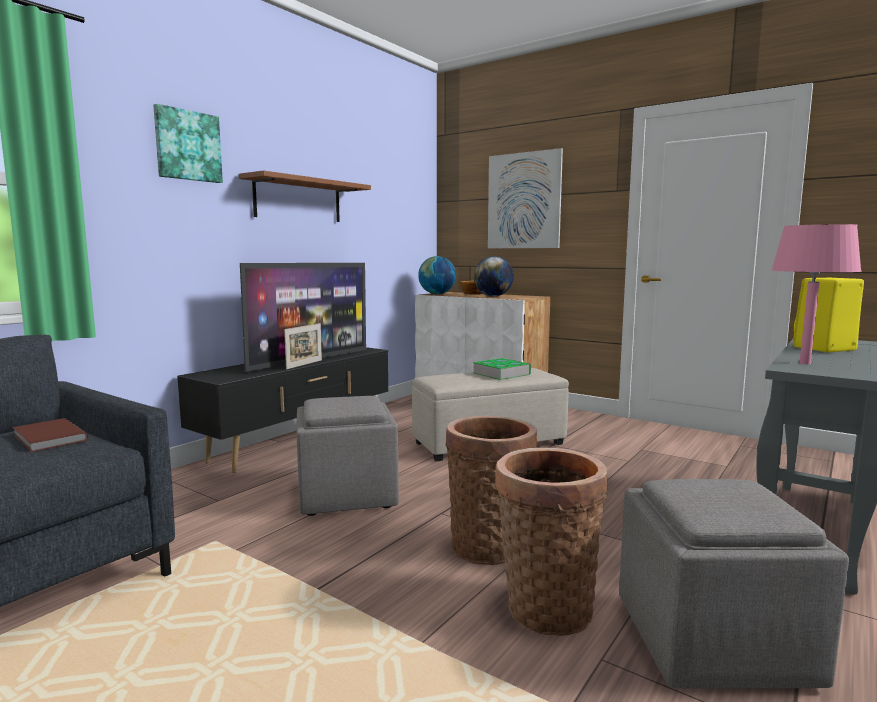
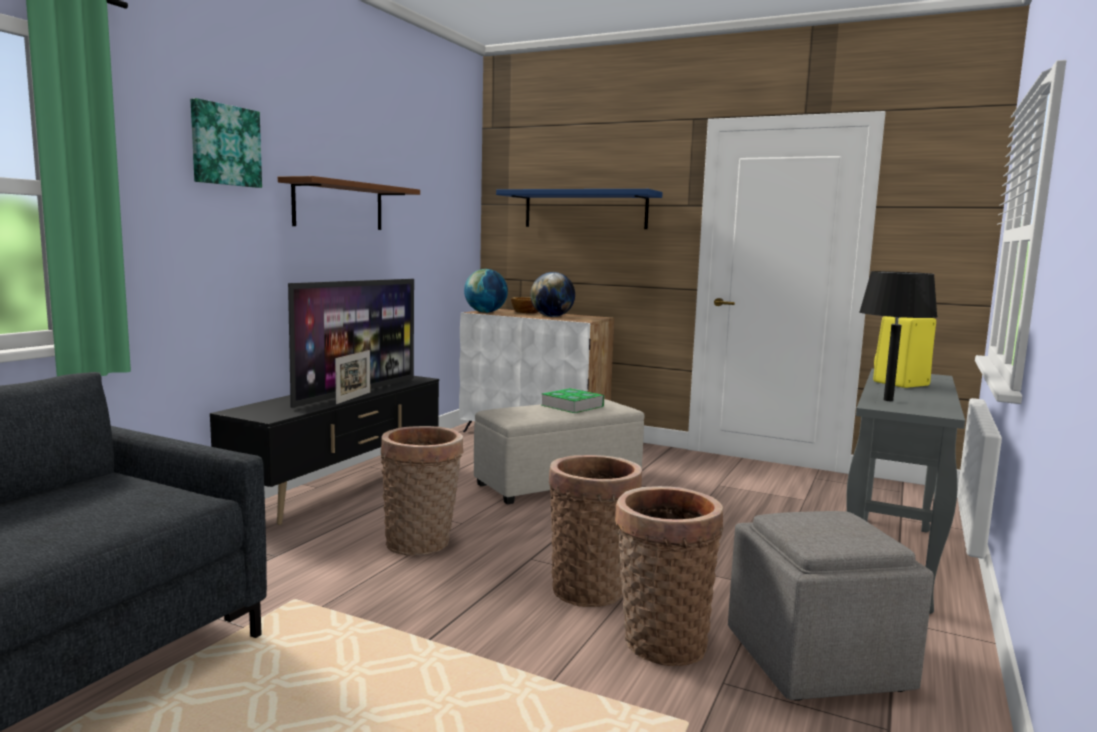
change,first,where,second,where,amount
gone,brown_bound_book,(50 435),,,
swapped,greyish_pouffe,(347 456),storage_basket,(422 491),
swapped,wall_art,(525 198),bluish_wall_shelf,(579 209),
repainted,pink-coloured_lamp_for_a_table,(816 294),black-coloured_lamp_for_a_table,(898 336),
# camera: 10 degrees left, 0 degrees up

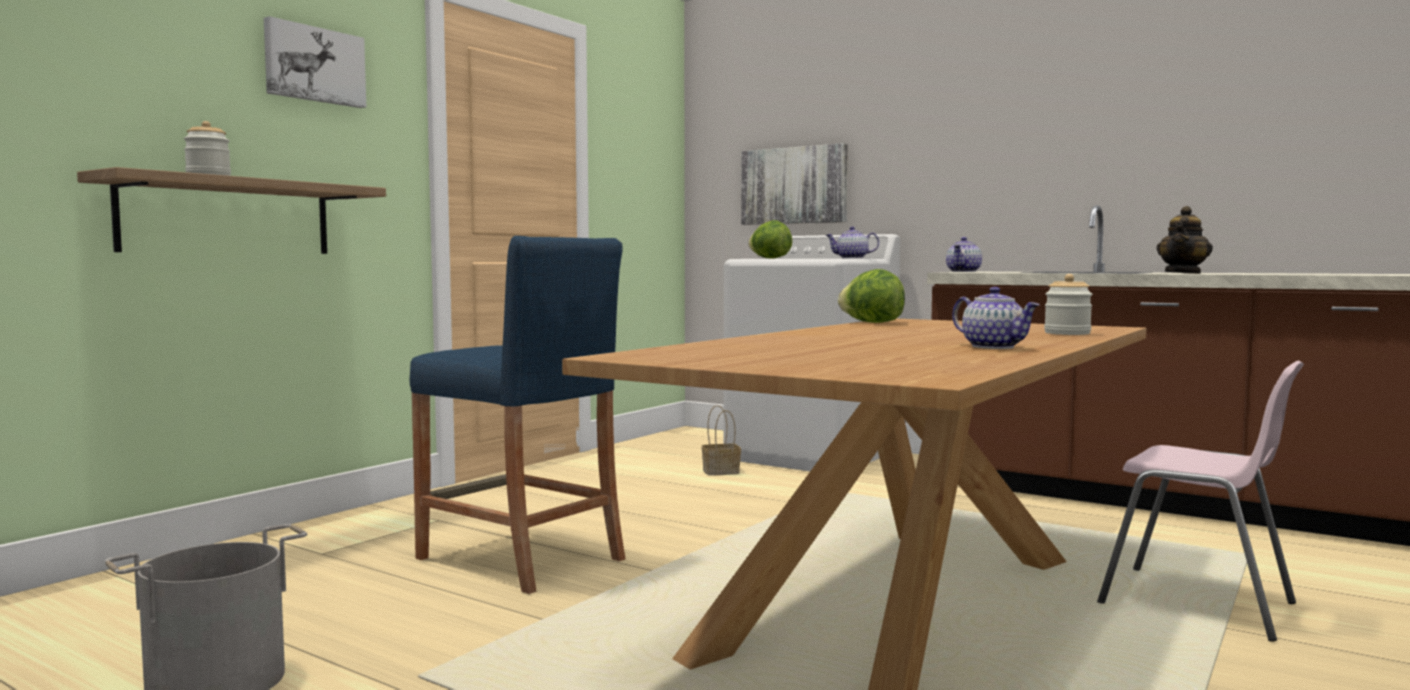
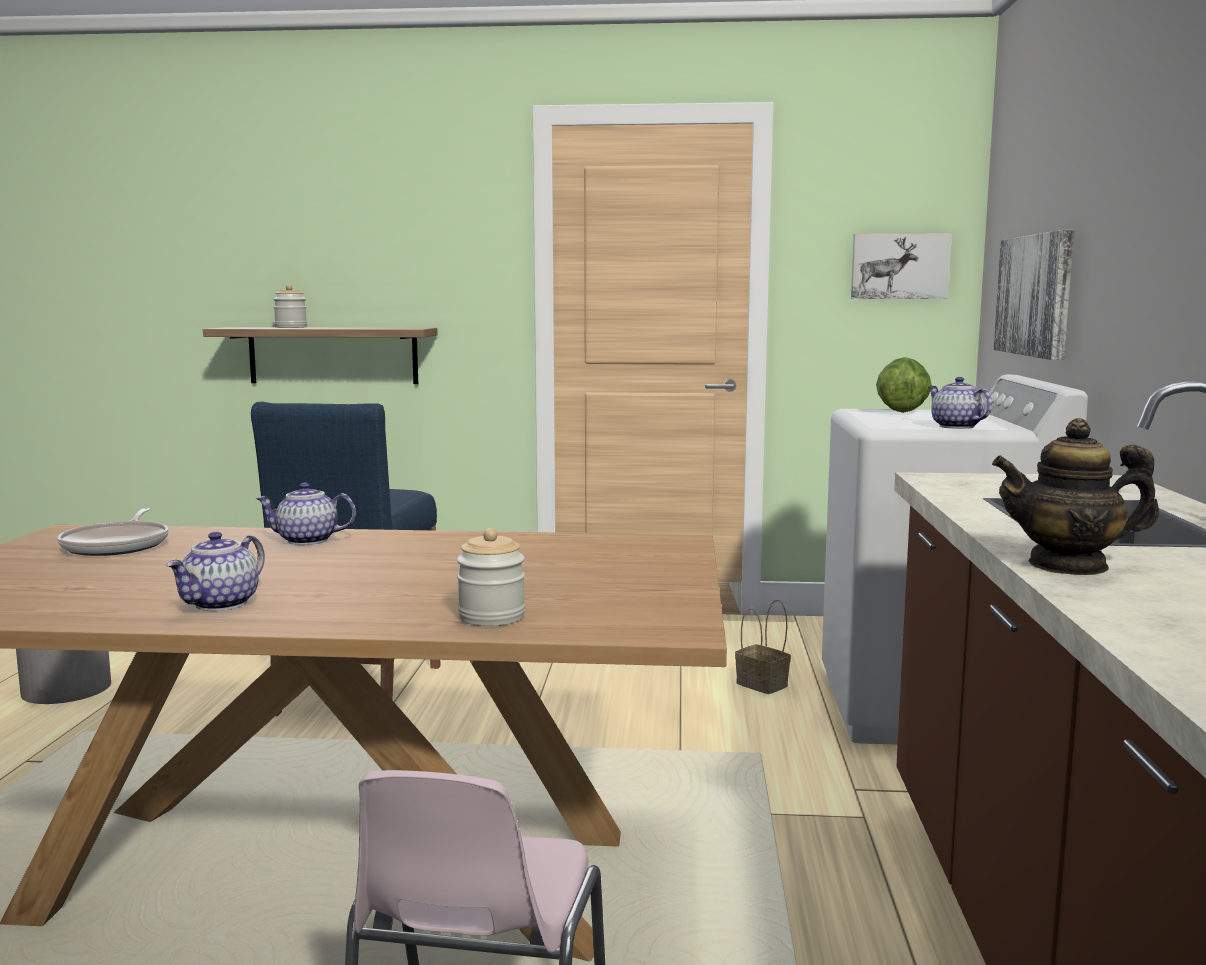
change,first,where,second,where,amount
shifted,wall_art,(315 62),,(901 266),
gone,head_of_lettuce,(871 296),,,
shifted,tea_pot,(964 254),,(306 514),
new,,,pan,(112 532),
# camera: 60 degrees right, 5 degrees up

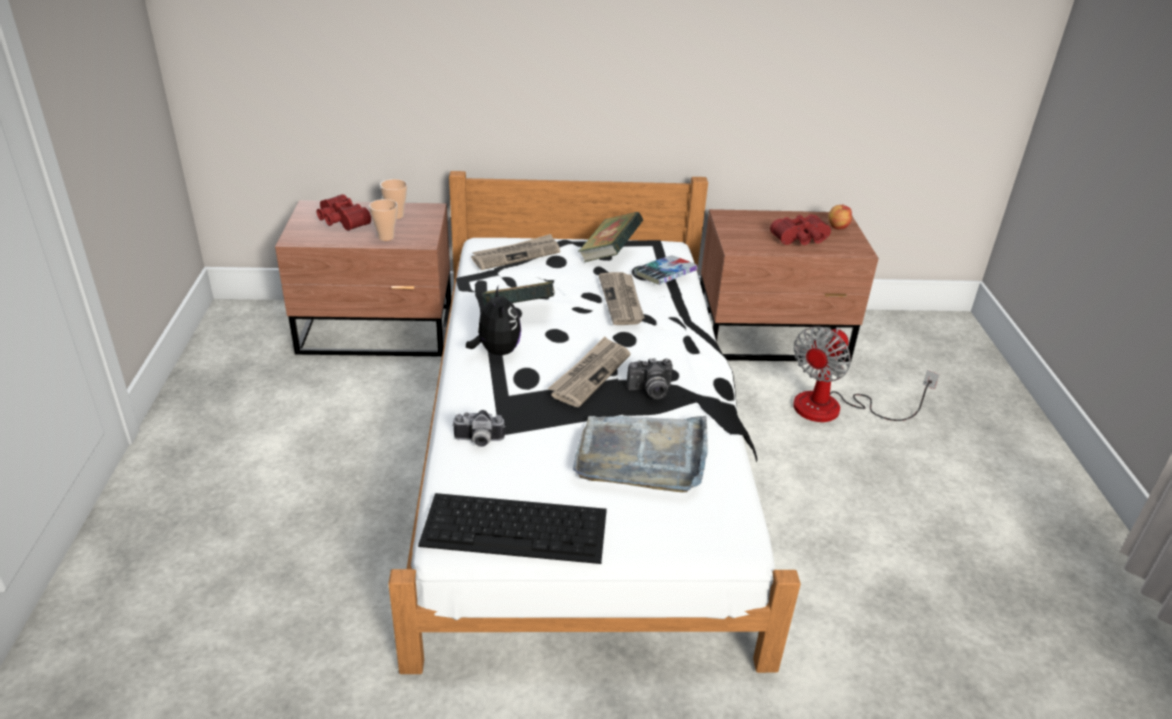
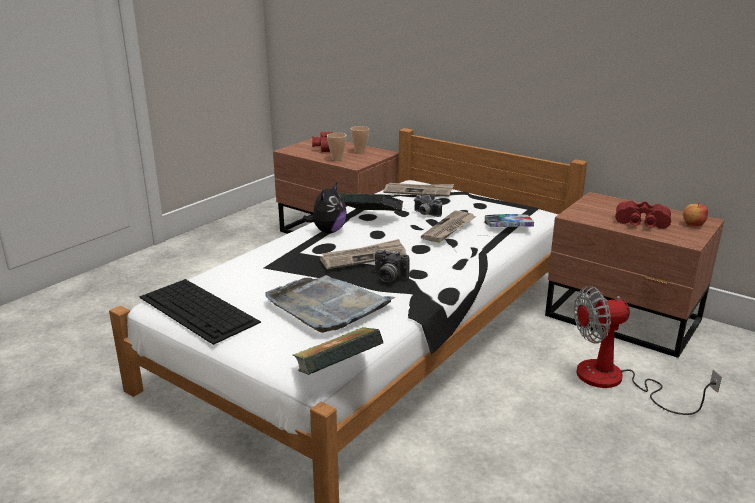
change,first,where,second,where,amount
shifted,still_camera,(478 428),,(428 206),
shifted,bound_book,(610 237),,(338 351),
# camera: 40 degrees right, 10 degrees down

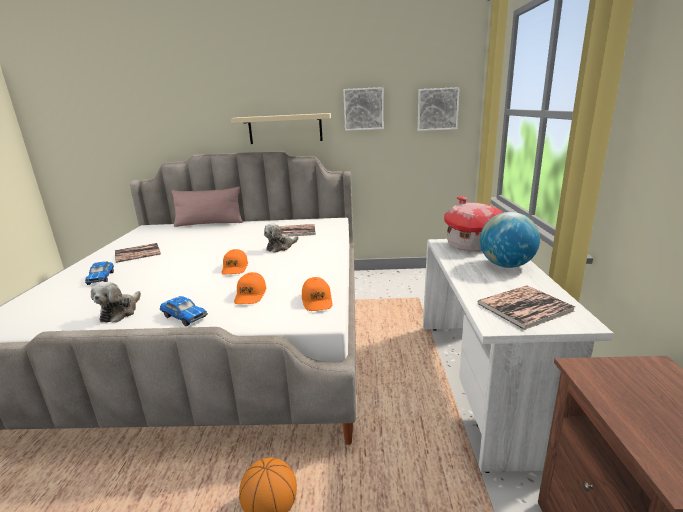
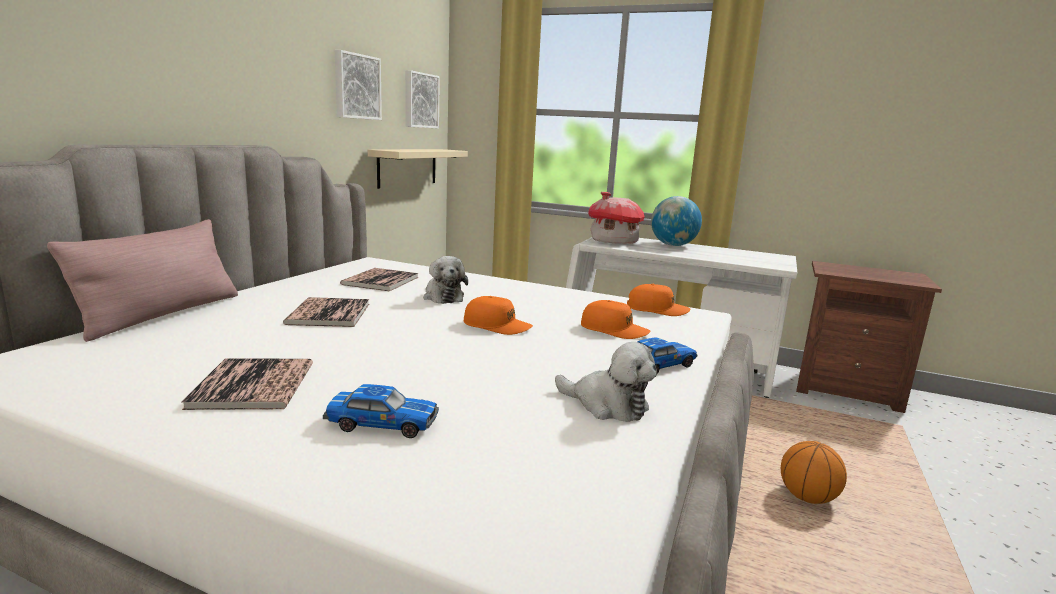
change,first,where,second,where,amount
shifted,beige_wall_shelf,(281 128),,(418 169),
shifted,bound_book,(526 307),,(326 312),
# camera: 70 degrees left, 5 degrees down

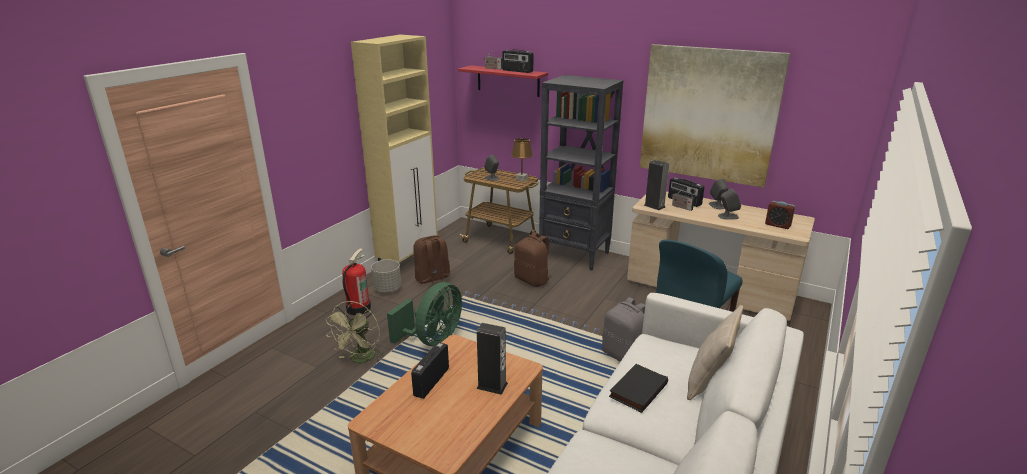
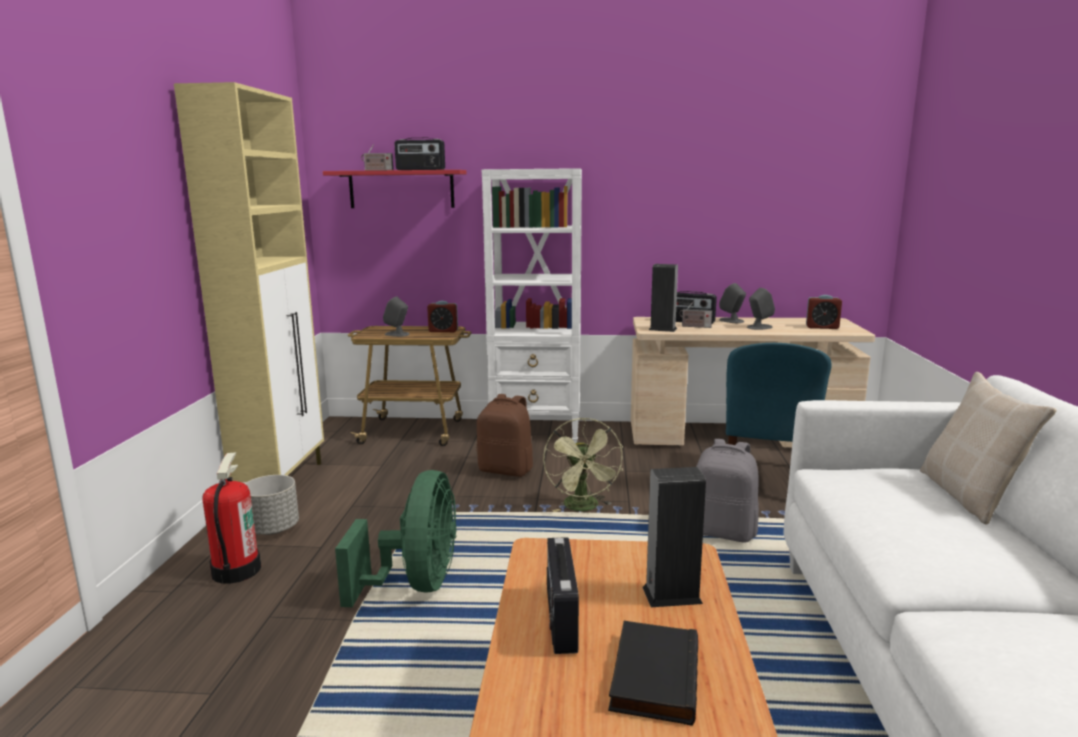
change,first,where,second,where,amount
shifted,green_electric_fan,(354 332),,(583 465),
gone,brown_backpack,(432 260),,,
swapped,brown_lamp_for_a_table,(522 160),alarm_clock,(442 316),
repainted,black-coloured_bookcase,(581 173),white-coloured_bookcase,(532 305),
shifted,black-coloured_bound_book,(638 388),,(653 673),
gone,wall_art,(715 116),,,
# camera: 25 degrees left, 10 degrees down

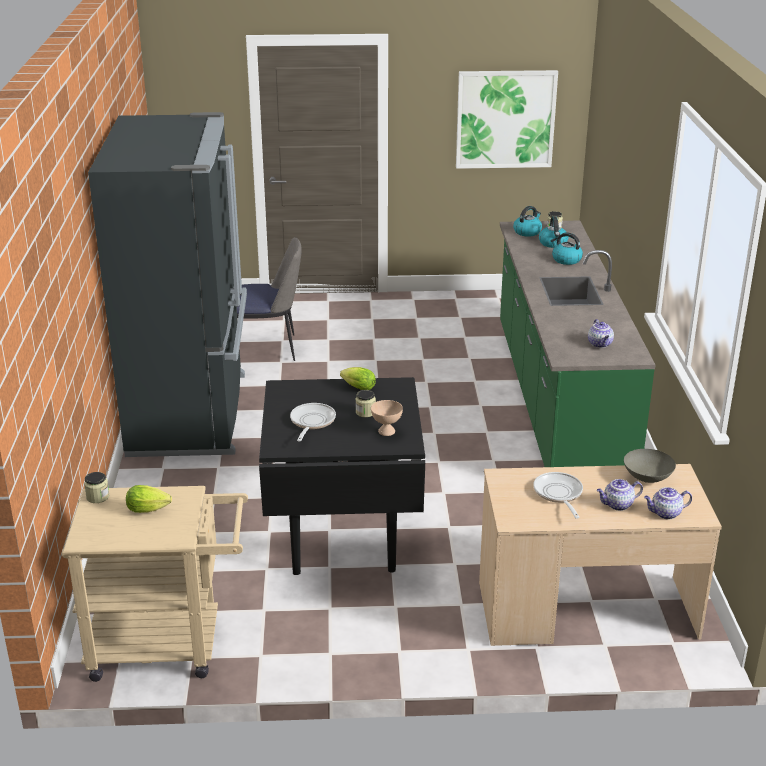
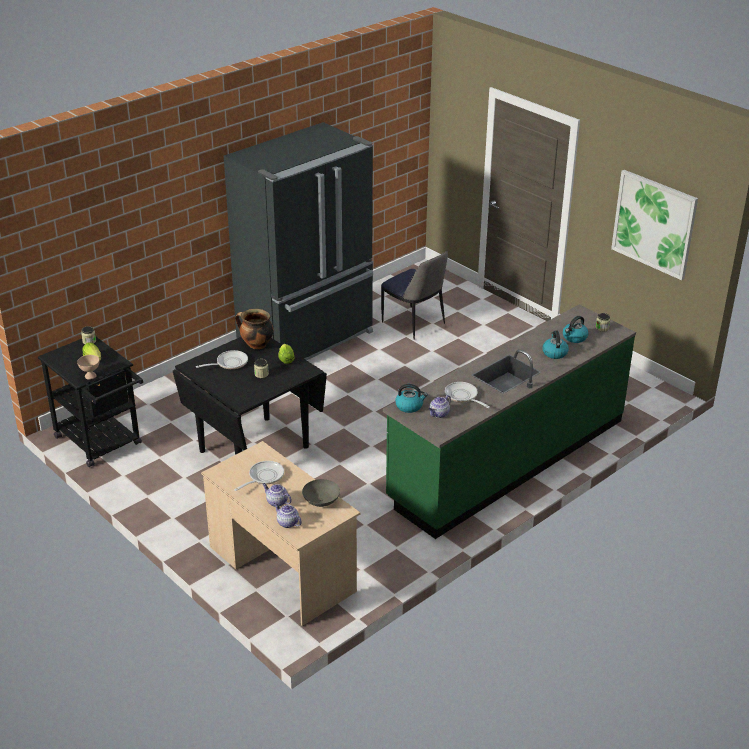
change,first,where,second,where,amount
repainted,beige_wheeled_cart,(155 584),black-coloured_wheeled_cart,(90 402),
shifted,beige_bowl,(387 418),,(88 367),
shifted,kettle,(527 221),,(411 398),
new,,,saucepot,(254 329),
new,,,pan,(467 395),
# camera: 50 degrees right, 5 degrees up

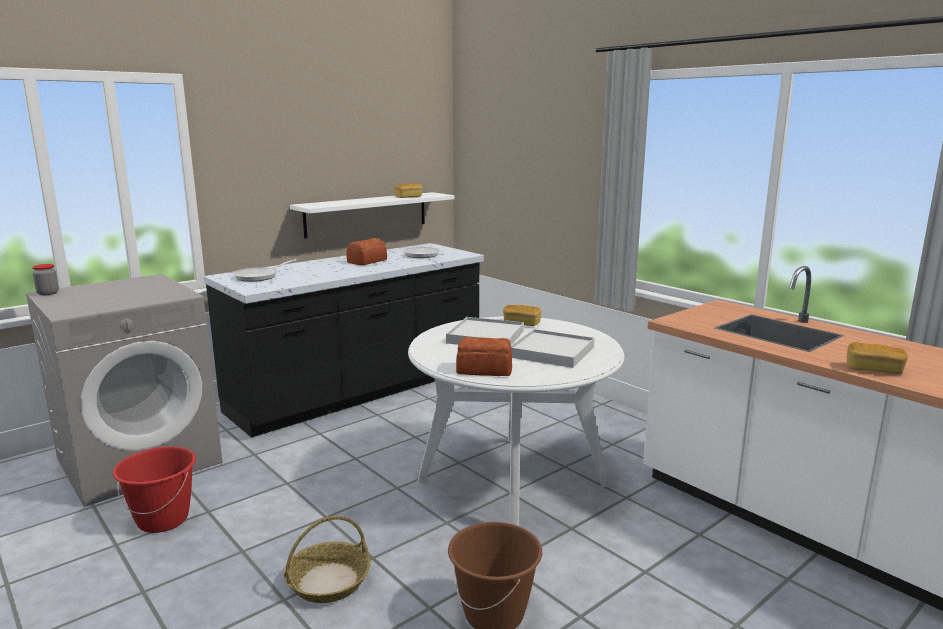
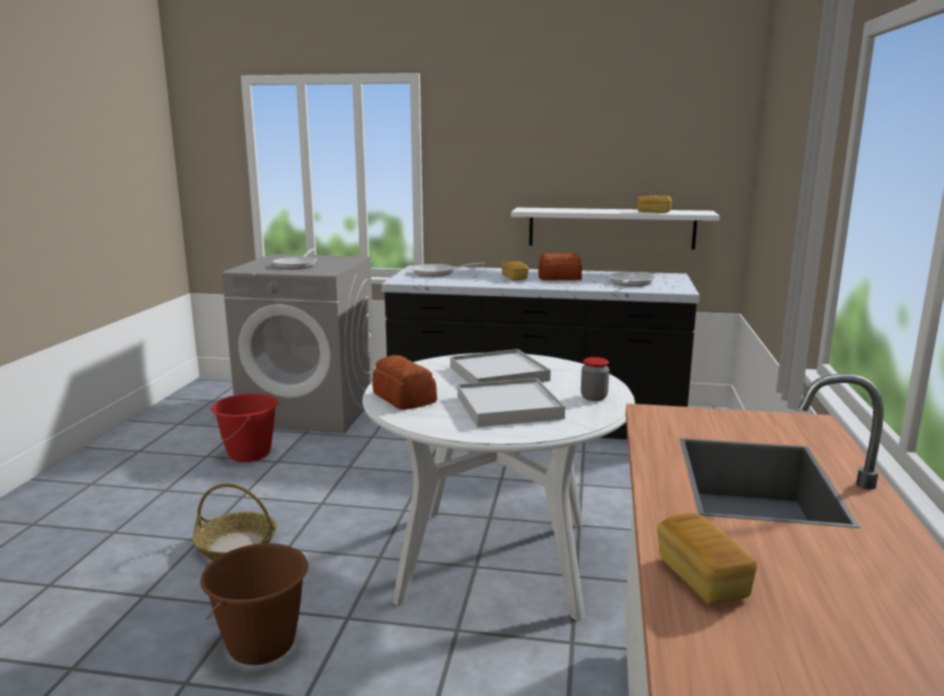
change,first,where,second,where,amount
shifted,storage_jar,(45 279),,(595 379),
shifted,bakery_bread,(522 315),,(515 270),
new,,,pan,(294 258),
# camera: 50 degrees right, 0 degrees up

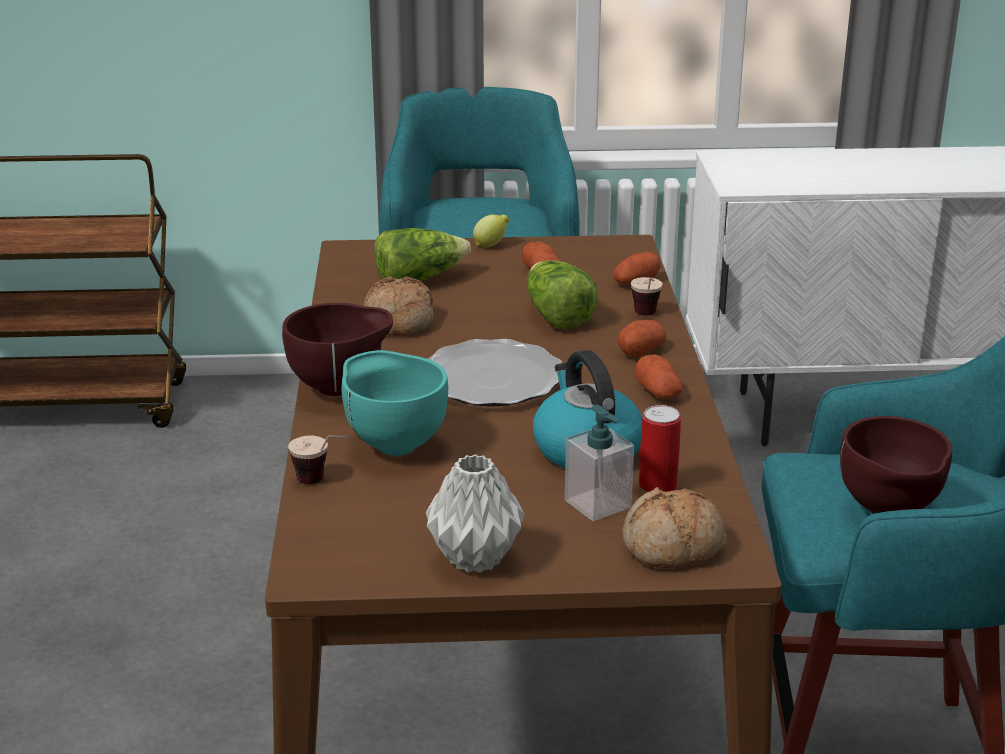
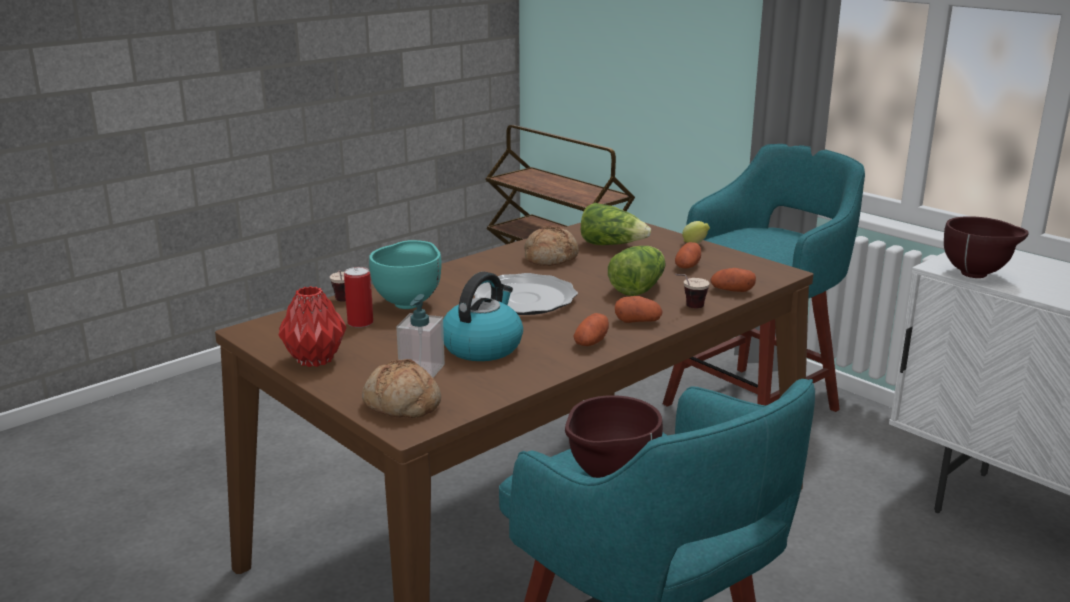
change,first,where,second,where,amount
shifted,brown_bowl,(337 349),,(986 247),
repainted,greyish_vase,(475 513),red-coloured_vase,(312 326),
shifted,sealed_can,(660 448),,(358 297),
# camera: 50 degrees right, 5 degrees down

